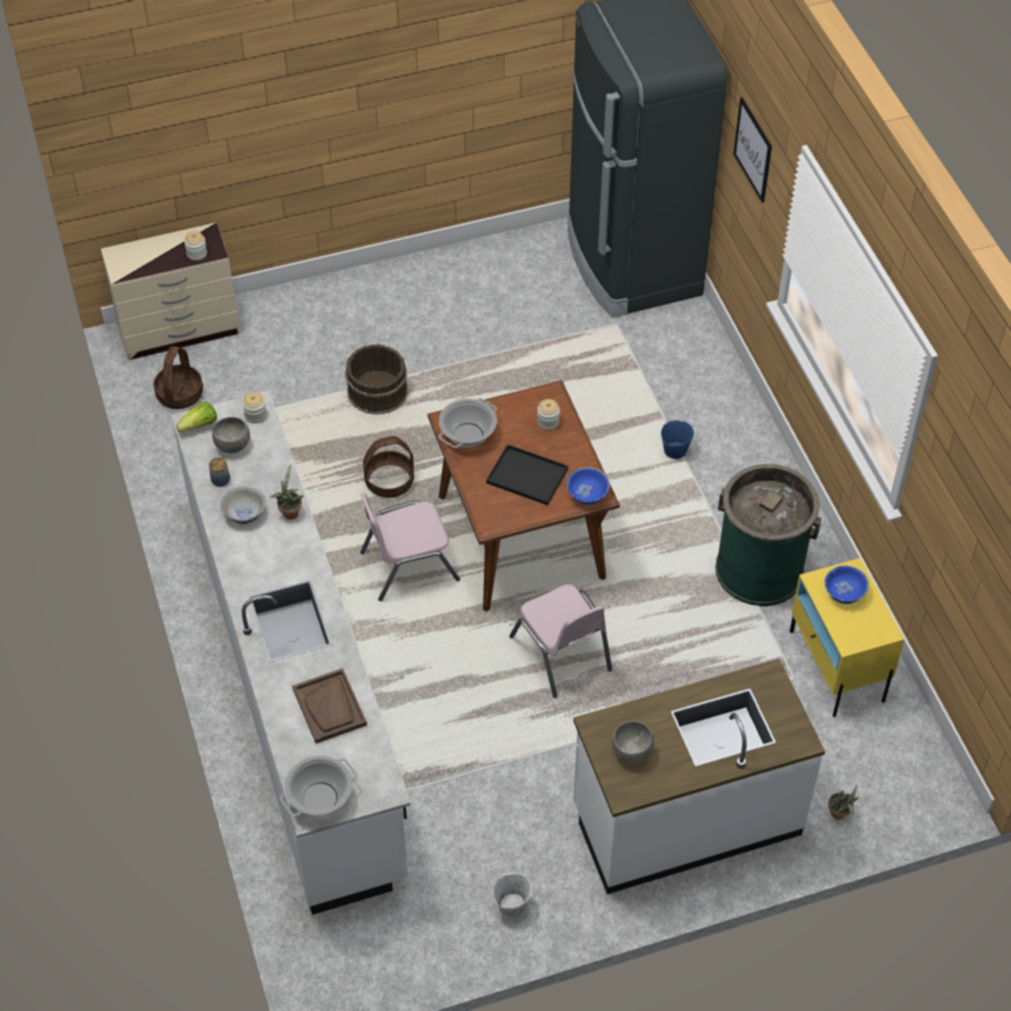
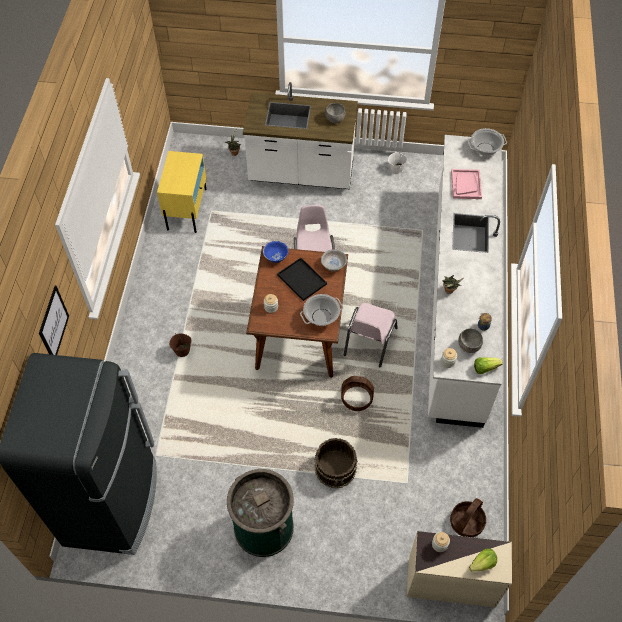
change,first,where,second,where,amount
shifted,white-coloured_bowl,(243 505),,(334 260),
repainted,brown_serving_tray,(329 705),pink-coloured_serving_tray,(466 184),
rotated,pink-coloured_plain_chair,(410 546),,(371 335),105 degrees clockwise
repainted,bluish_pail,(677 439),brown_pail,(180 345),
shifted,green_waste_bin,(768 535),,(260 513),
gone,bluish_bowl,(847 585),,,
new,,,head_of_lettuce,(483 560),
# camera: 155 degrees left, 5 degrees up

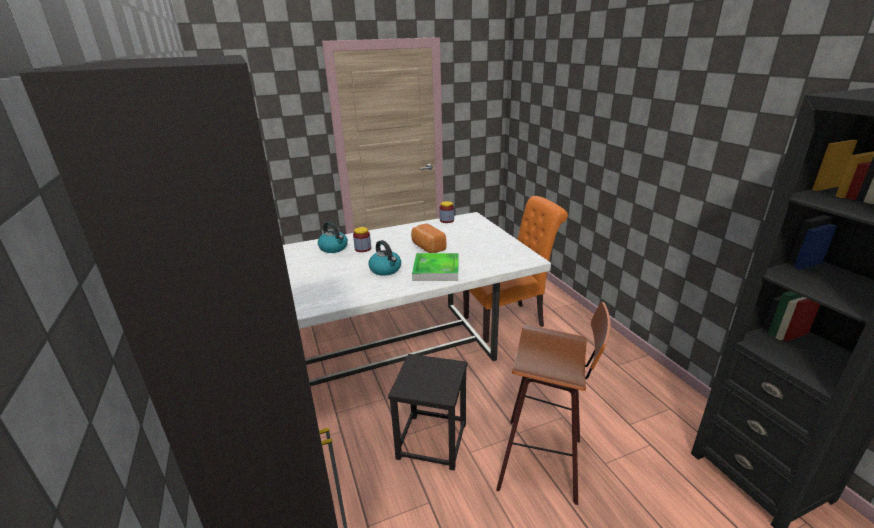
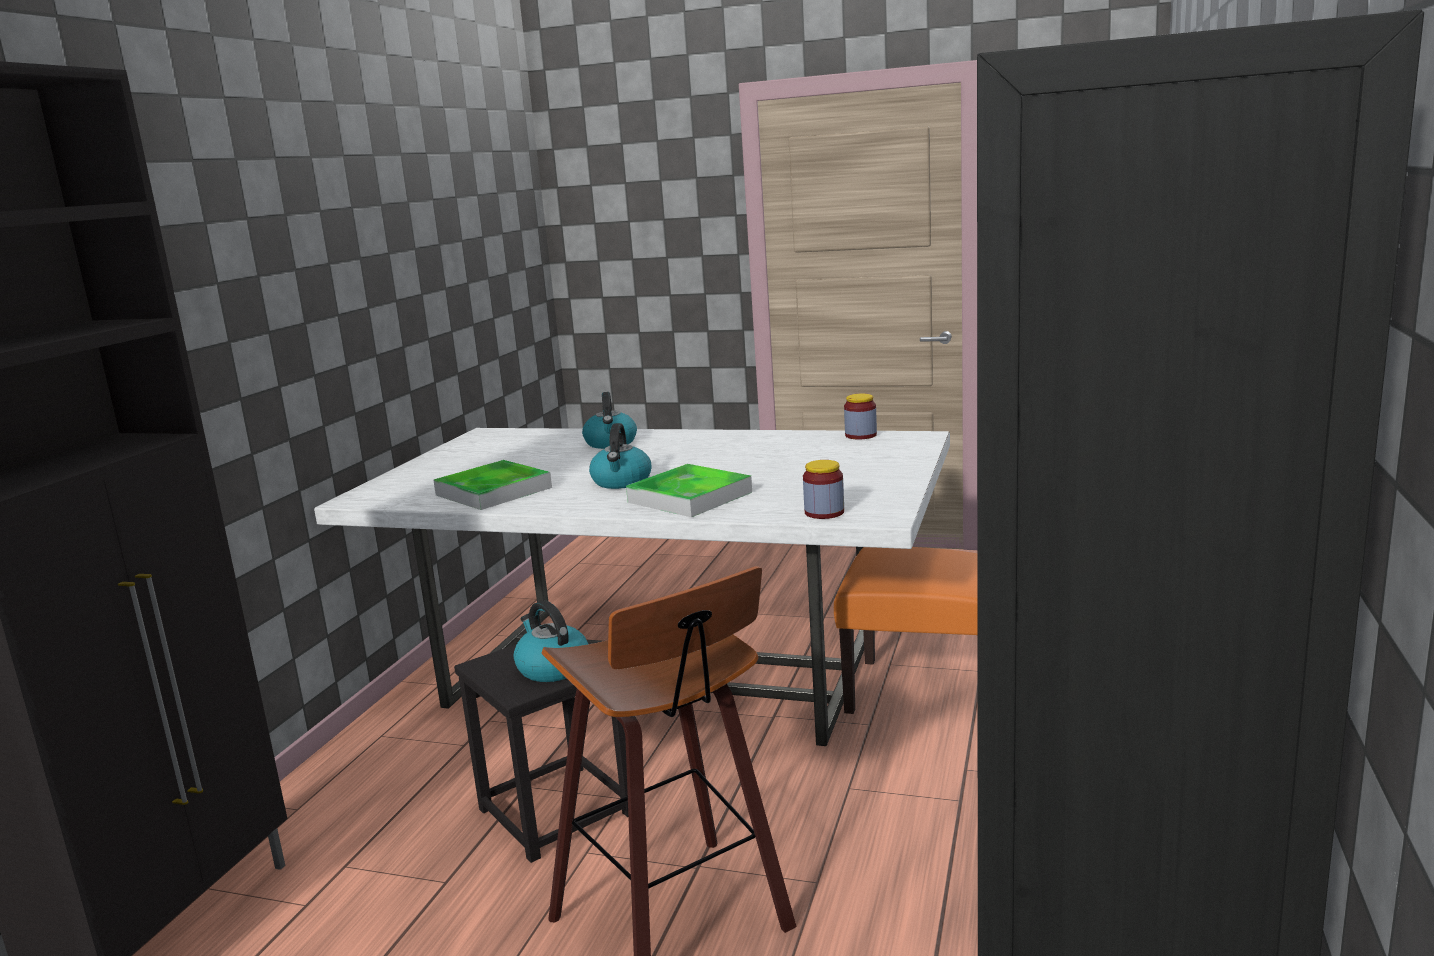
change,first,where,second,where,amount
shifted,storage_jar,(362 239),,(823 489),
gone,bakery_bread,(429 238),,,
new,,,serving_tray,(492 485),
new,,,kettle,(551 641),
# camera: 40 degrees right, 10 degrees down

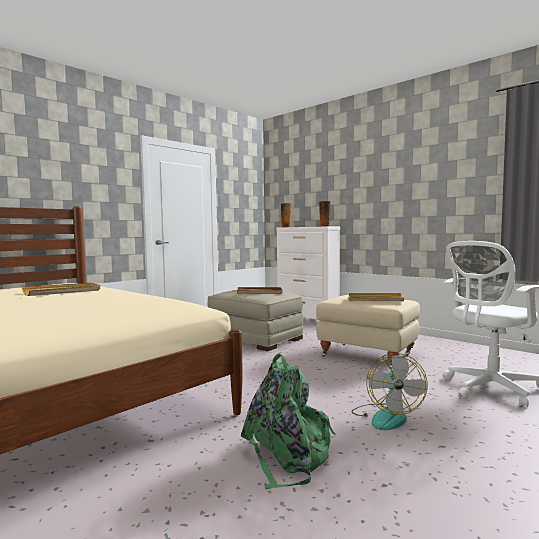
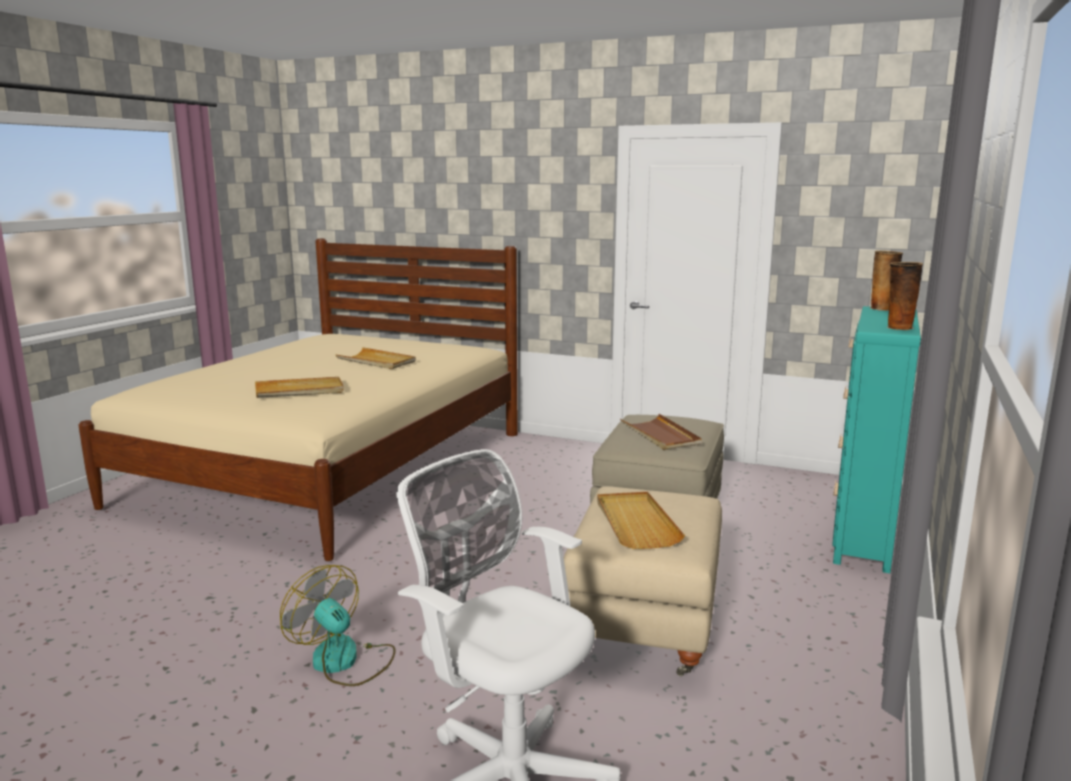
change,first,where,second,where,amount
gone,green_backpack,(288 421),,,
repainted,white-coloured_drawer_chest,(308 273),blue-green_drawer_chest,(876 439),
rotated,electric_fan,(389 391),,(338 625),60 degrees clockwise
new,,,beige_serving_tray,(299 387),
# camera: 70 degrees right, 10 degrees up

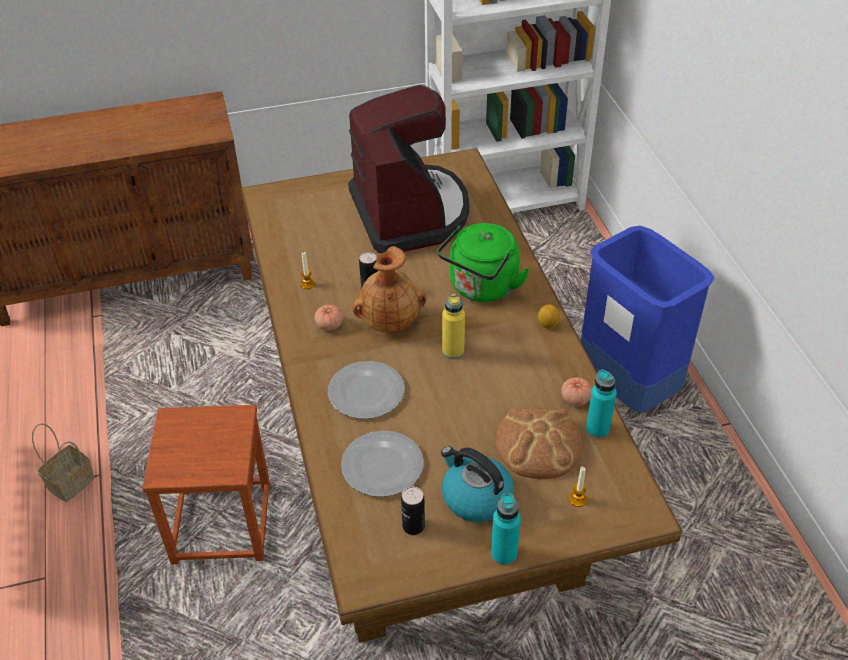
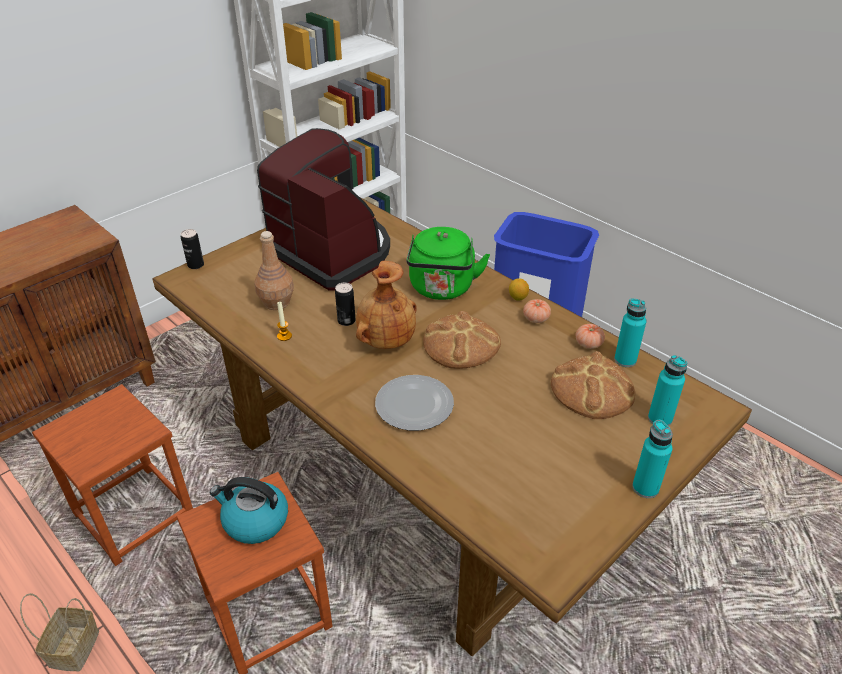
change,first,where,second,where,amount
shifted,fresh_tomato,(328 317),,(537 311),
gone,flat_dish,(382 464),,,
shifted,sealed_can,(413 511),,(192 249),
shifted,kettle,(477 484),,(249 510),
swapped,yellow-coloured_bottle,(453 326),bakery_bread,(462 340),
swapped,wax_candle,(578 487),blue-green_bottle,(667 390),
new,,,brown_stool_seat,(112 475),
new,,,brown_bottle,(274 270),
# camera: 30 degrees left, 5 degrees down

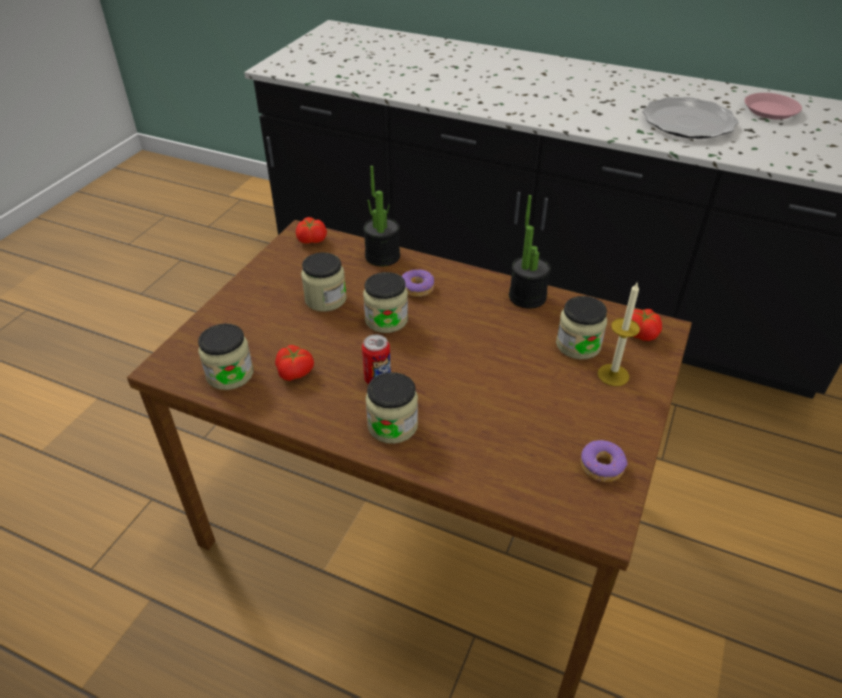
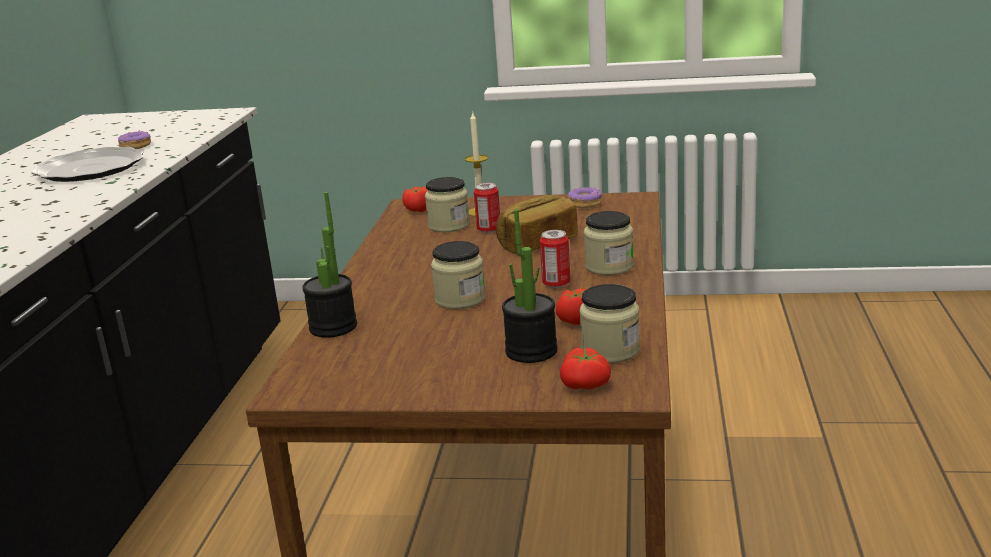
change,first,where,second,where,amount
shifted,fresh_tomato,(311 230),,(585 369),
gone,storage_jar,(324 282),,,
shifted,doughnut,(417 283),,(134 140),
shifted,potted_plant,(530 252),,(530 286),
gone,pink-coloured_flat_dish,(773 106),,,
new,,,sealed_can,(487 208),
new,,,bakery_bread,(537 224),
# camera: 105 degrees left, 20 degrees down

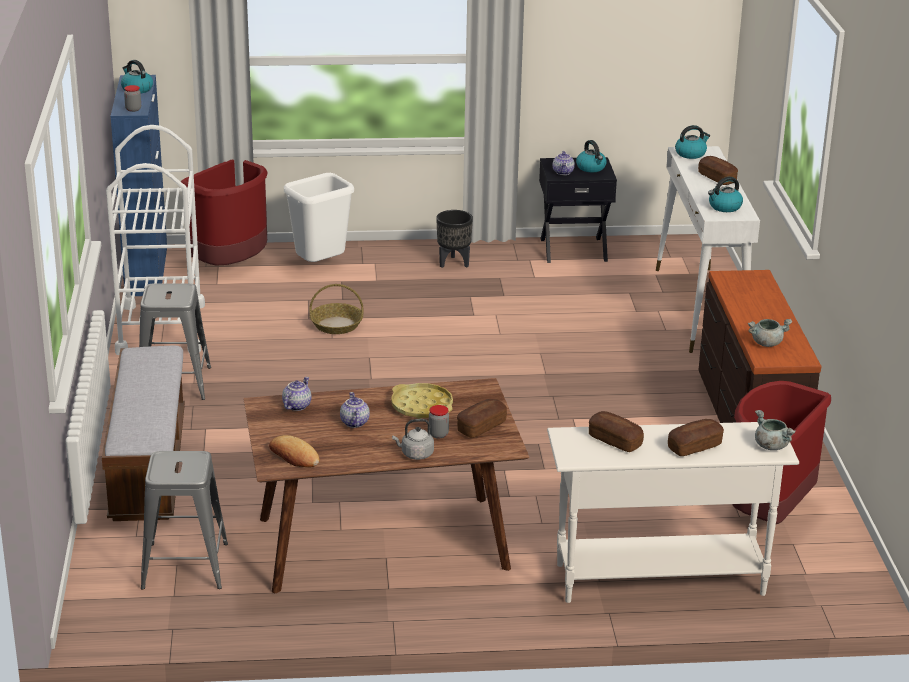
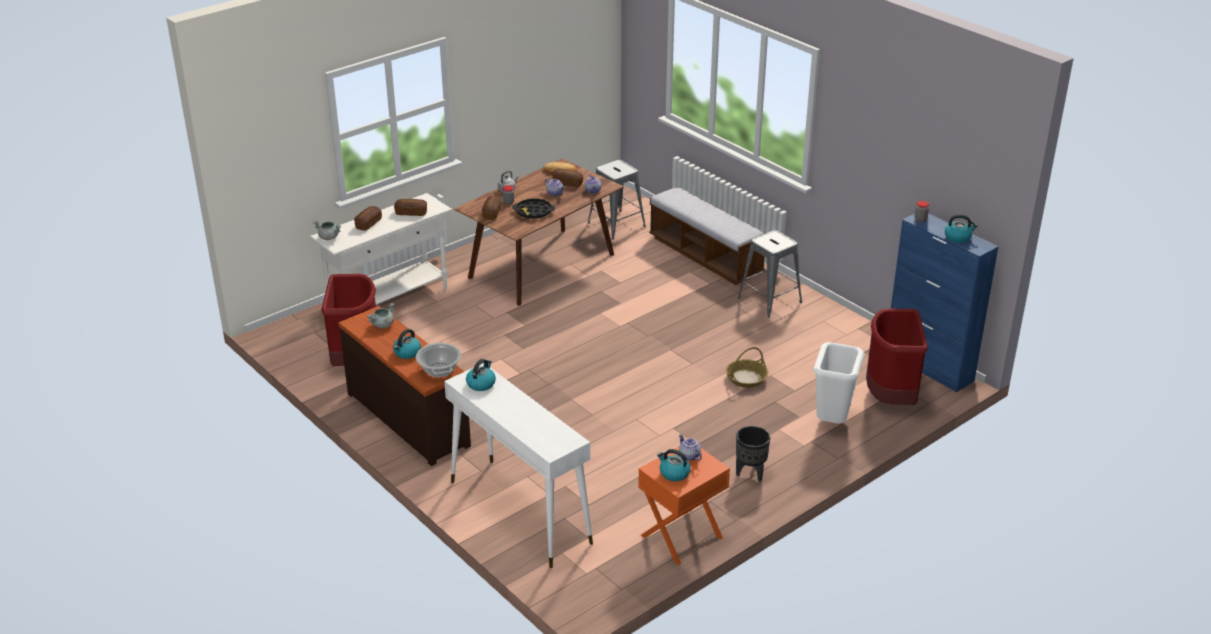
change,first,where,second,where,amount
gone,white-coloured_wheeled_cart,(155 240),,,
repainted,yellow-coloured_serving_tray,(422 401),black-coloured_serving_tray,(533 208),
repainted,black-coloured_bedside_table,(578 210),orange-coloured_bedside_table,(684 505),
shifted,kettle,(692 142),,(407 344),
shifted,bakery_bread,(718 170),,(567 178),
new,,,saucepot,(438 359),
# camera: 145 degrees right, 5 degrees up

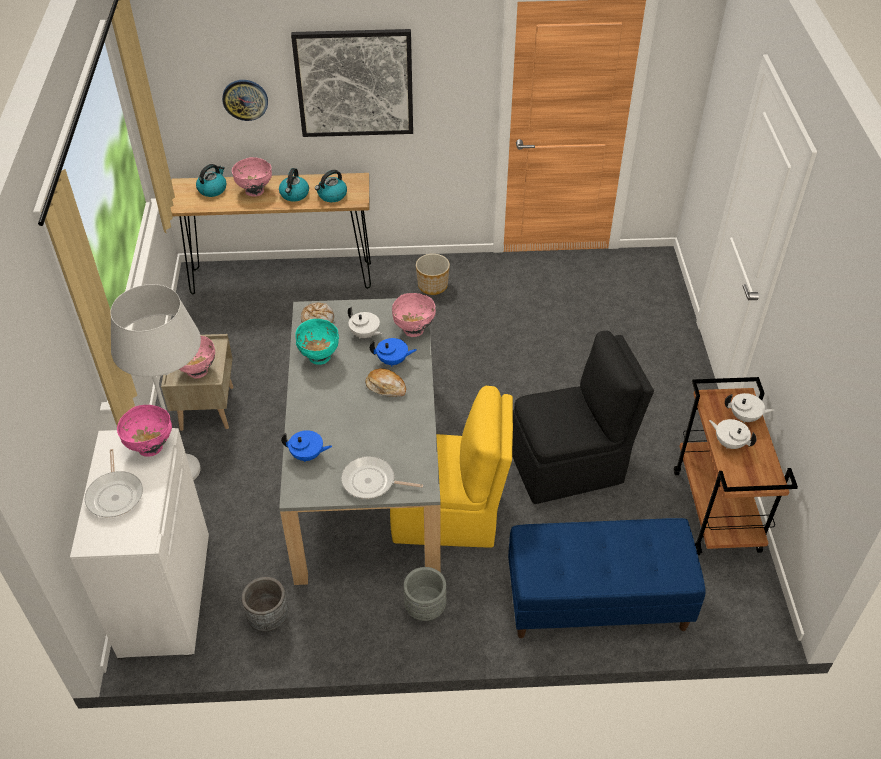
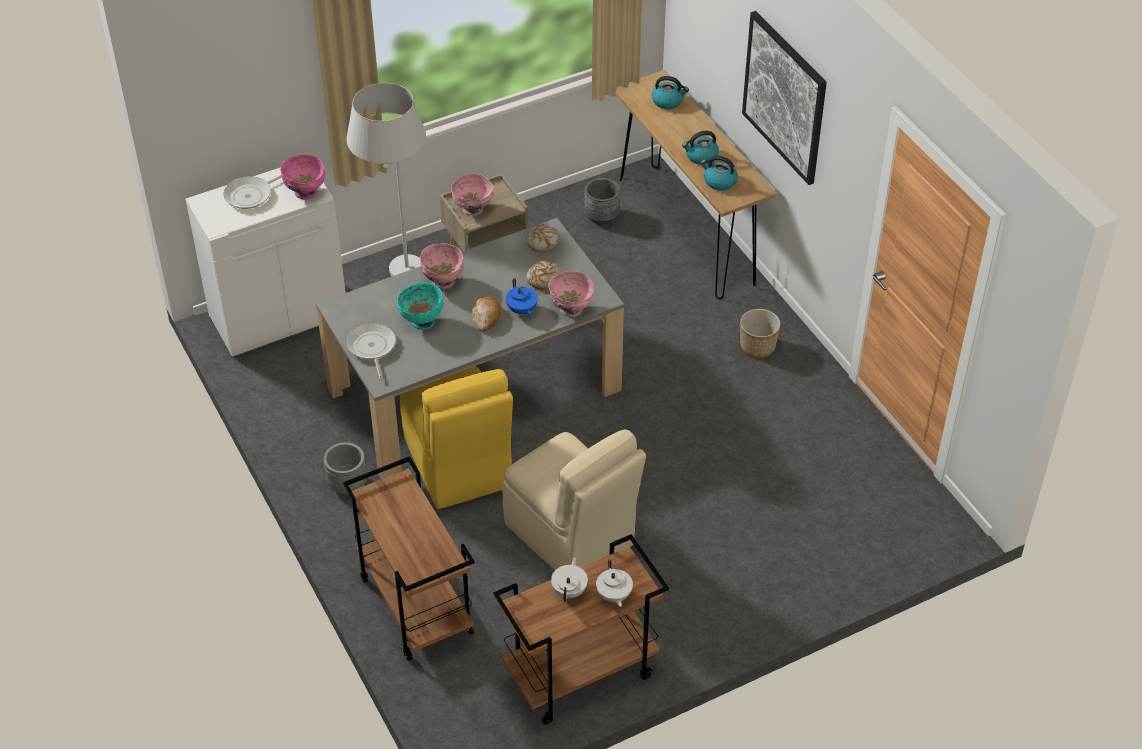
change,first,where,second,where,amount
gone,wall_clock,(245 100),,,
shifted,pink-coloured_bowl,(252 176),,(442 266),
shifted,greyish_flower_pot,(265 604),,(602 201),
gone,bluish_tea_pot,(306 446),,,
shifted,blue-green_bowl,(317 342),,(420 306),
swapped,white-coloured_tea_pot,(365 323),bakery_bread,(544 275),
swapped,bluish_bench,(607 578),brown_wheeled_cart,(409 558),
repainted,black-coloured_plain_chair,(583 417),beige_plain_chair,(574 499),
# camera: 65 degrees right, 0 degrees up

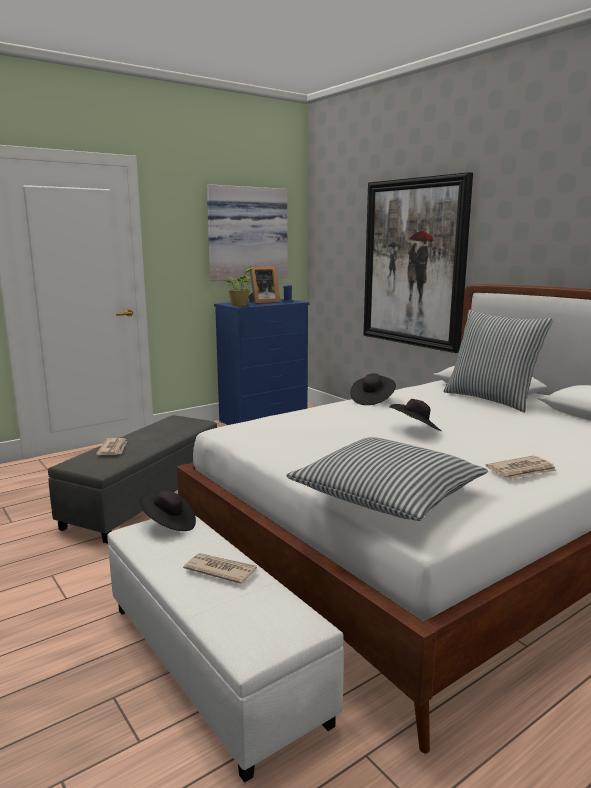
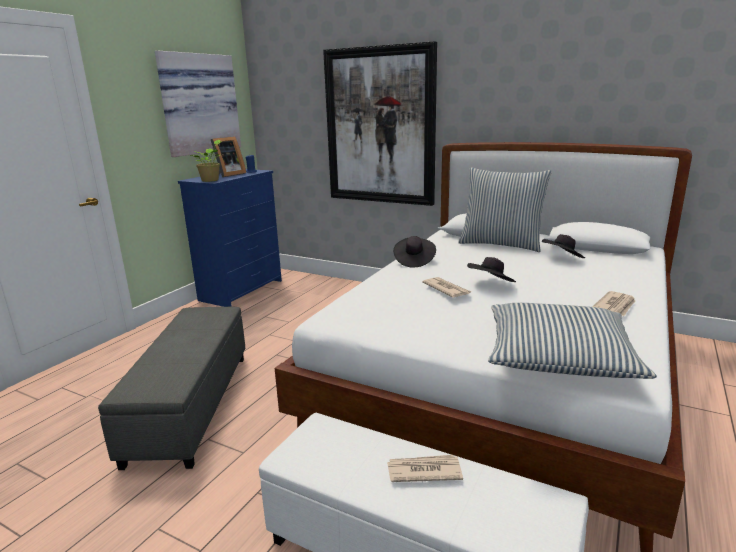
change,first,where,second,where,amount
shifted,printed_paper,(111 446),,(446 287),
shifted,black-coloured_wearable_hat,(167 510),,(563 246),
# camera: 25 degrees left, 5 degrees up

